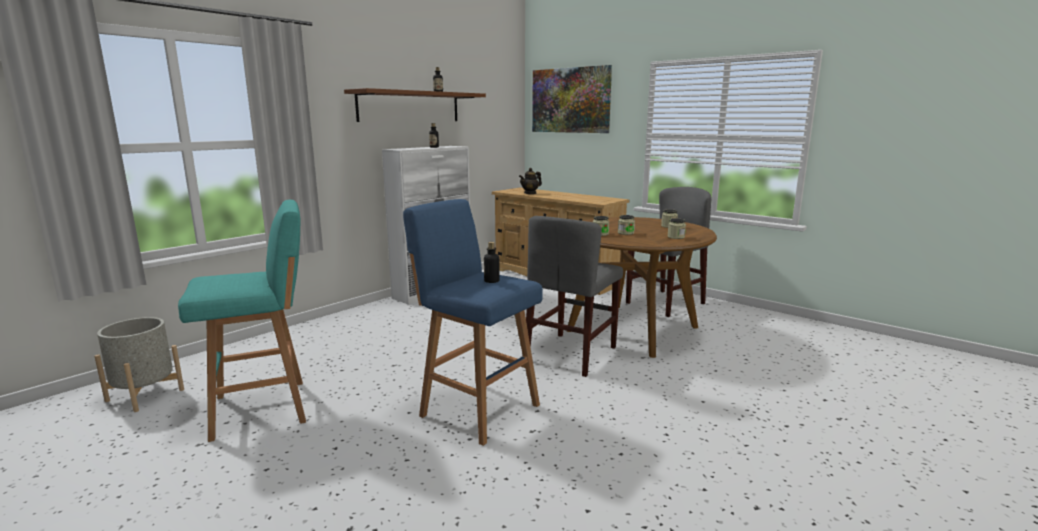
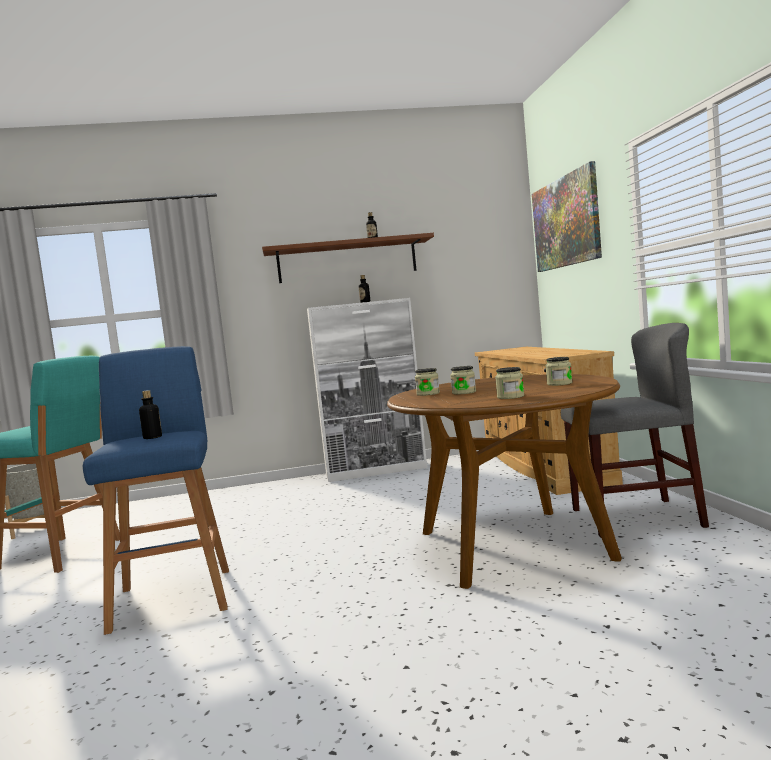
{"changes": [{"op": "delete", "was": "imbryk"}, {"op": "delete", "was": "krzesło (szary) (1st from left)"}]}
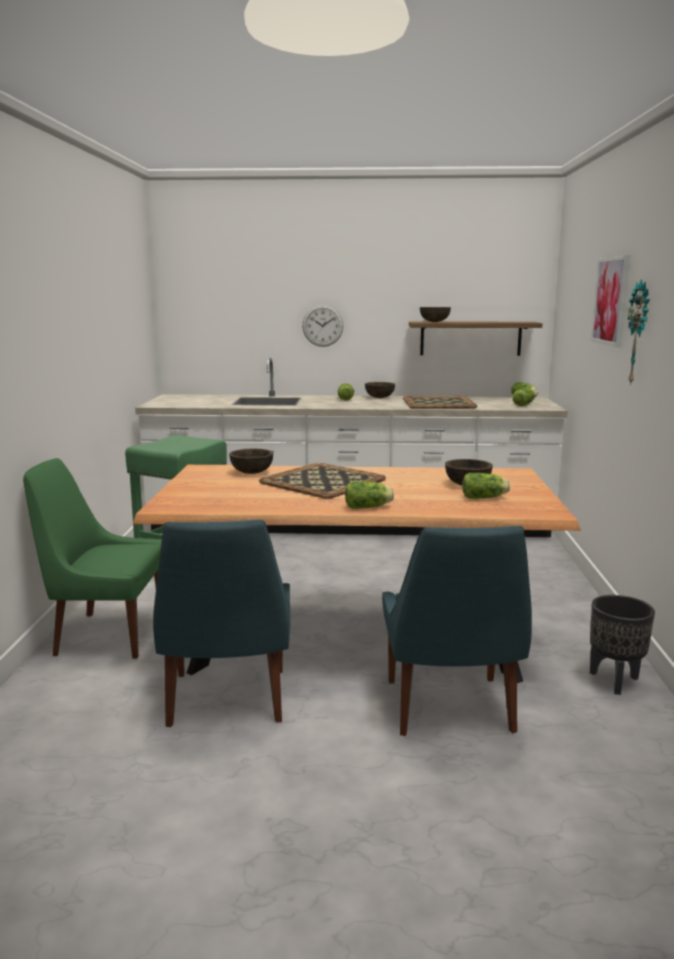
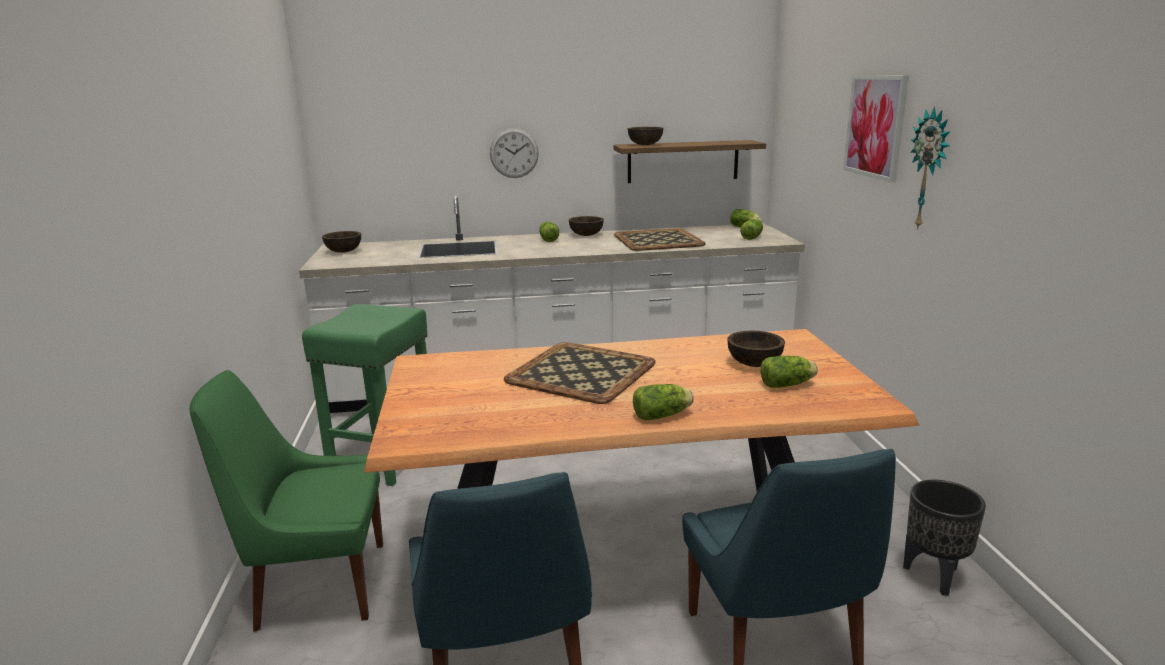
{"changes": [{"op": "move", "was": "miska (brązowy) (1st from left)"}]}
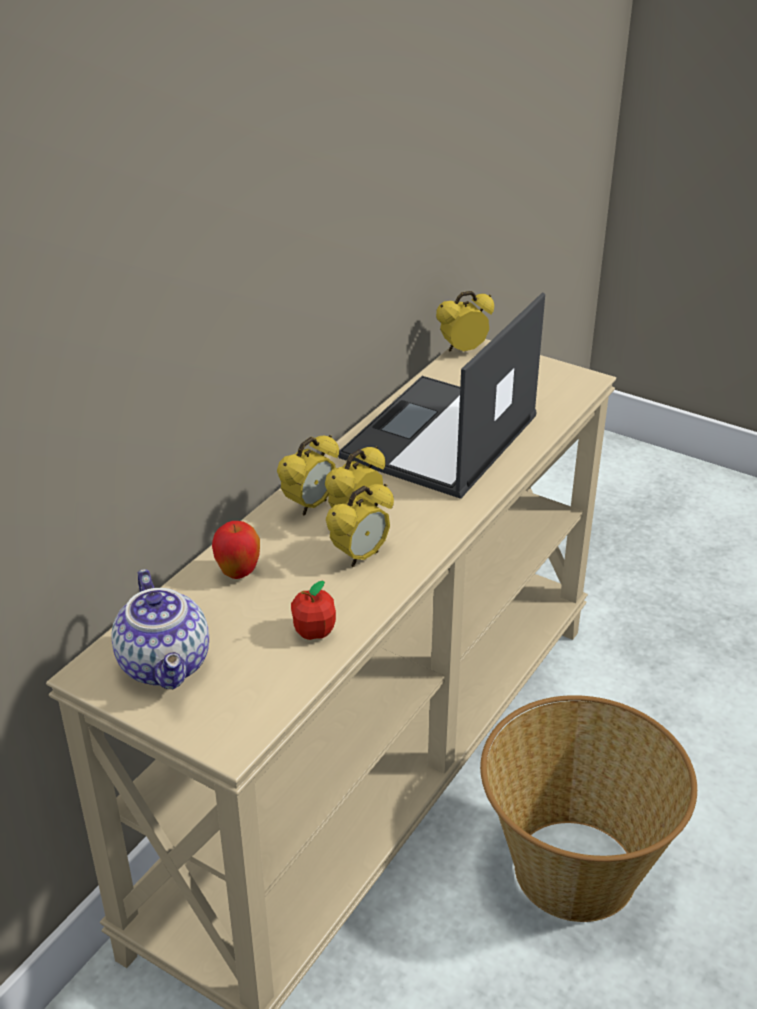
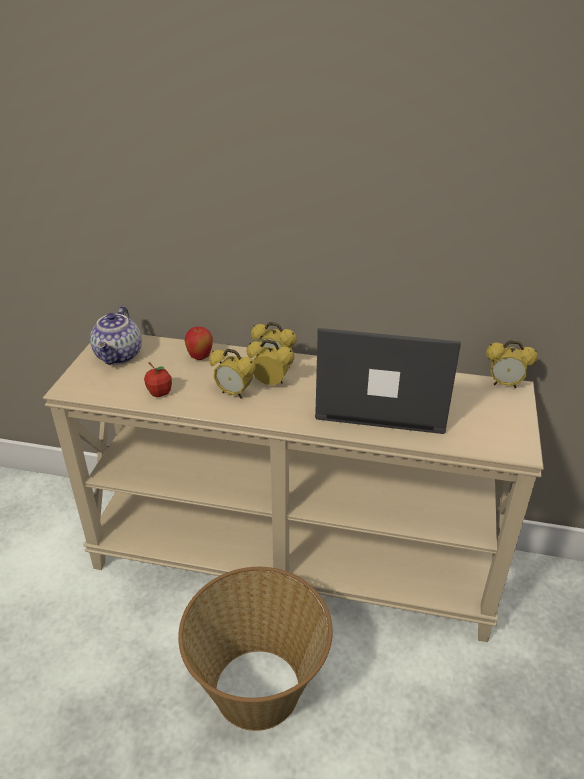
{"changes": [{"op": "rotate", "was": "budzik (4th from left)", "clockwise": 150}, {"op": "rotate", "was": "imbryk", "clockwise": -45}]}
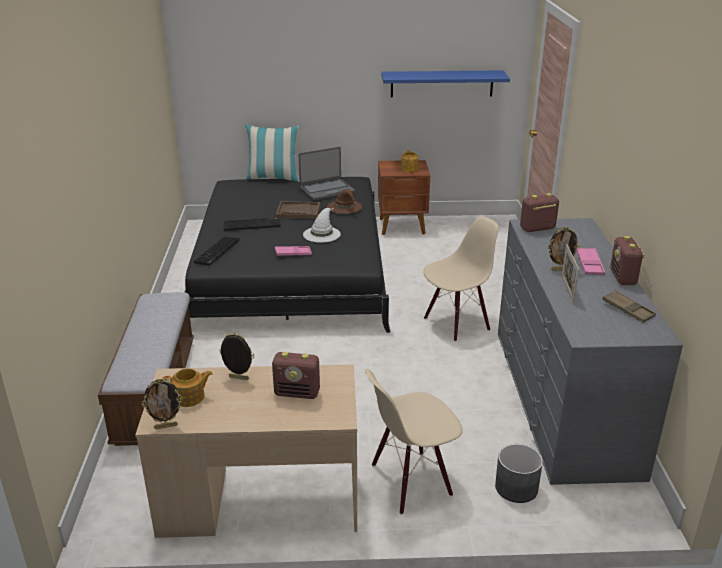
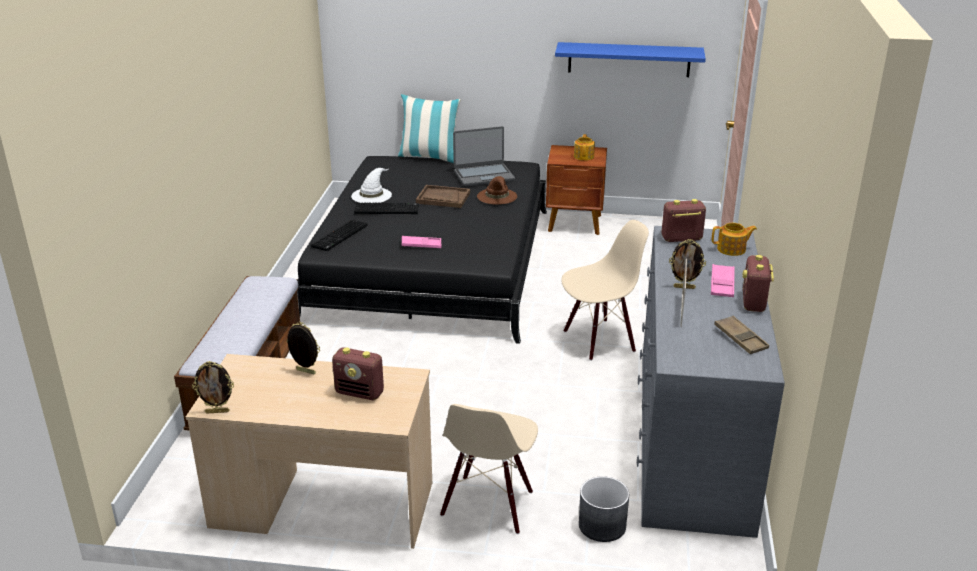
{"changes": [{"op": "move", "was": "kapelusz (biały)"}, {"op": "move", "was": "imbryk (1st from left in the first image)", "now": "imbryk (2nd from left)"}, {"op": "rotate", "was": "krzesło (beżowy) (1st from left)", "clockwise": -60}]}
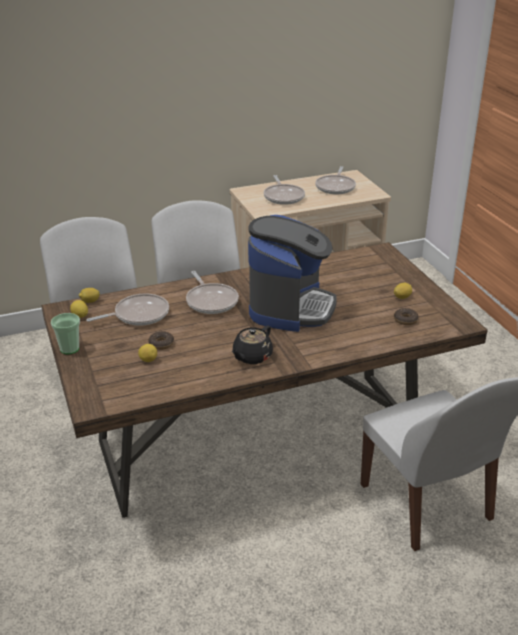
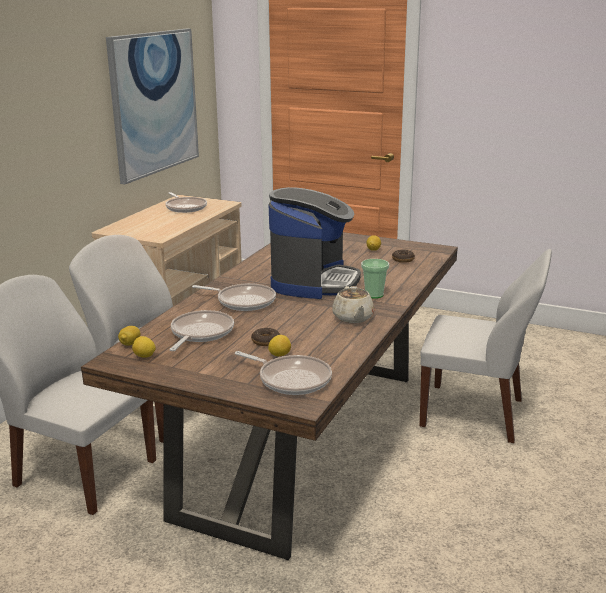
{"changes": [{"op": "move", "was": "patelnia (3rd from left in the first image)", "now": "patelnia (4th from left)"}, {"op": "rotate", "was": "ekspres do kawy", "clockwise": 45}, {"op": "move", "was": "filiżanka"}, {"op": "recolor", "was": "imbryk (czarny)", "now": "imbryk (beżowy)"}, {"op": "insert", "now": "obraz"}]}
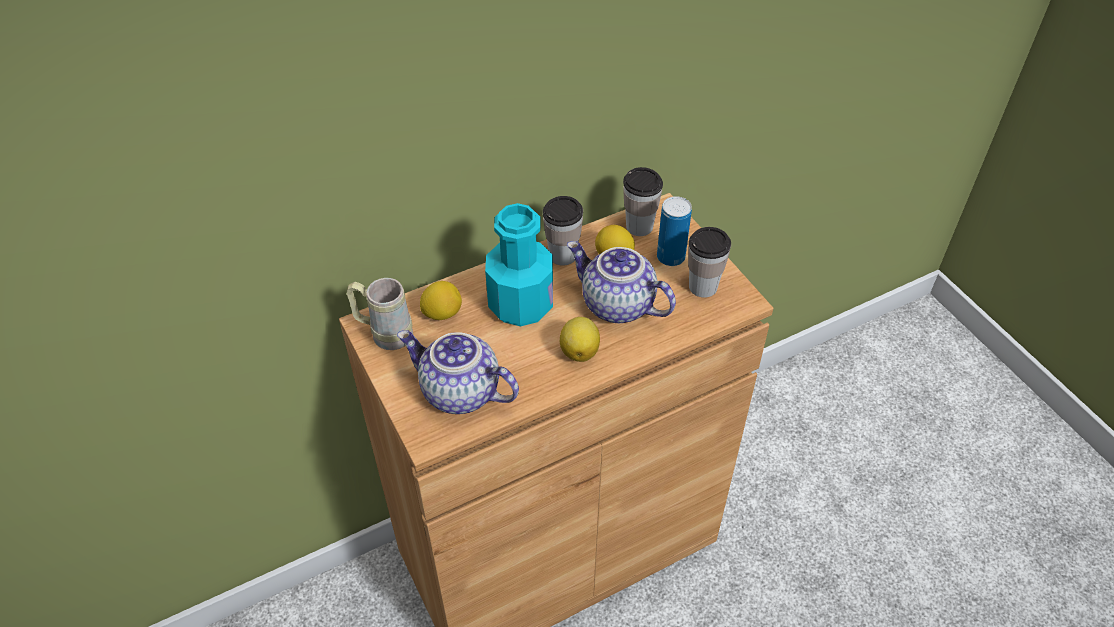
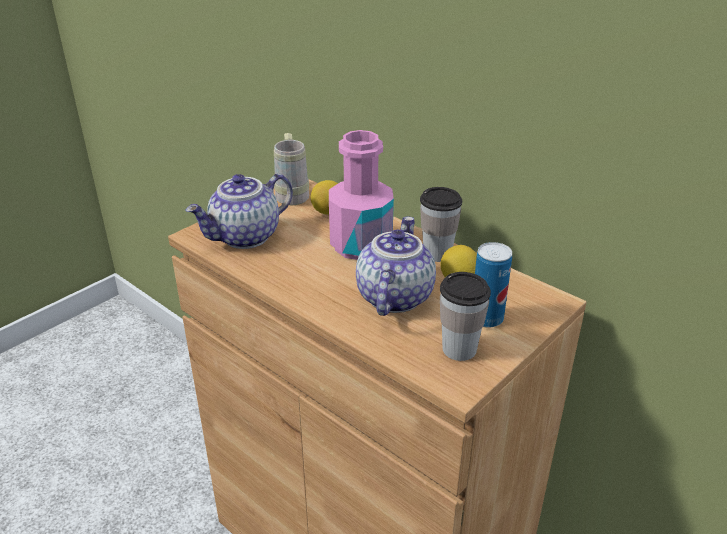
{"changes": [{"op": "delete", "was": "filiżanka (2nd from left)"}, {"op": "recolor", "was": "butelka (turkusowy)", "now": "butelka (różowy)"}, {"op": "delete", "was": "cytryna (2nd from left)"}, {"op": "rotate", "was": "imbryk (1st from left)", "clockwise": -135}]}
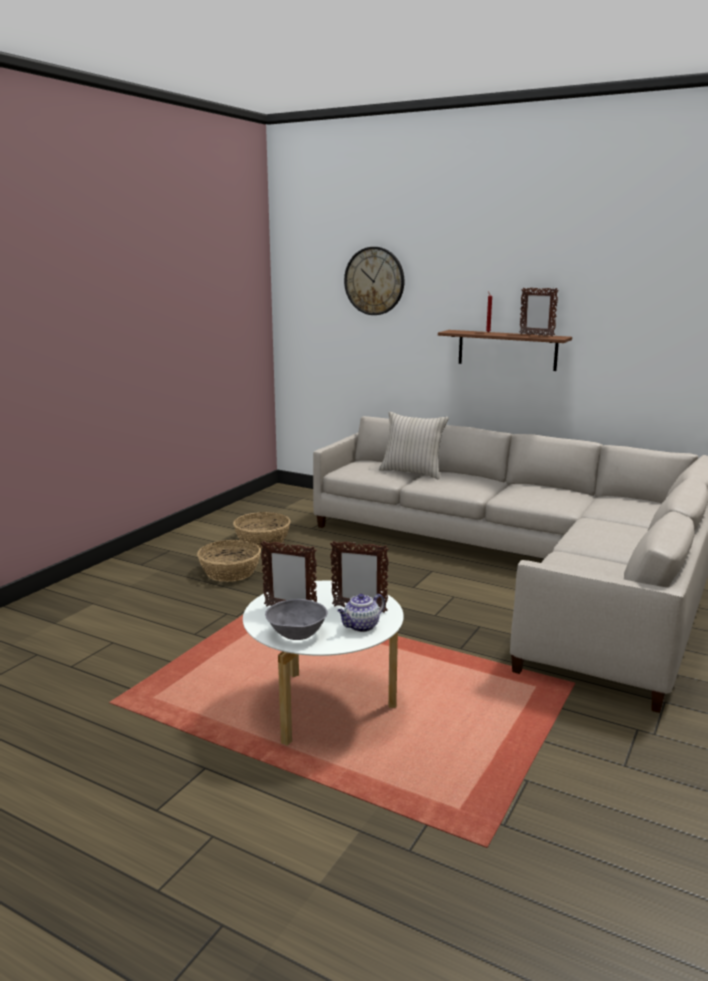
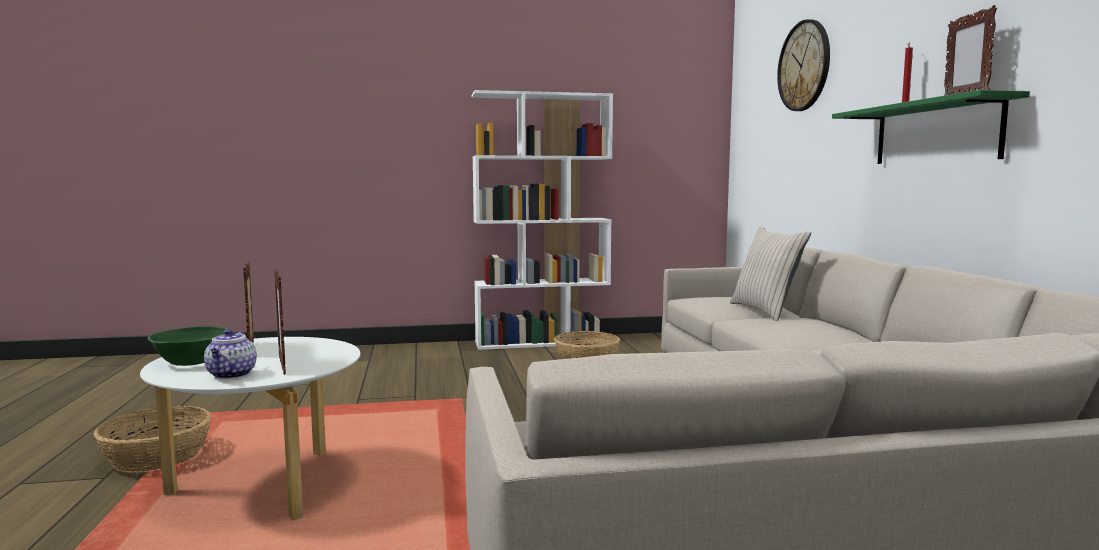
{"changes": [{"op": "recolor", "was": "półka (brązowy)", "now": "półka (zielony)"}, {"op": "move", "was": "koszyk (1st from left)"}, {"op": "rotate", "was": "imbryk", "clockwise": -105}, {"op": "recolor", "was": "miska (szary)", "now": "miska (zielony)"}, {"op": "insert", "now": "regał (biały)"}]}
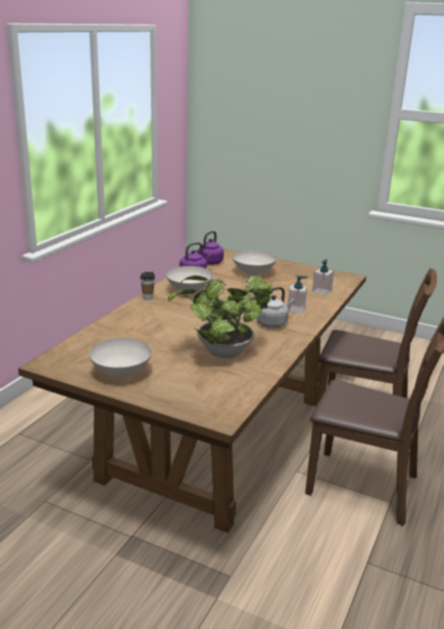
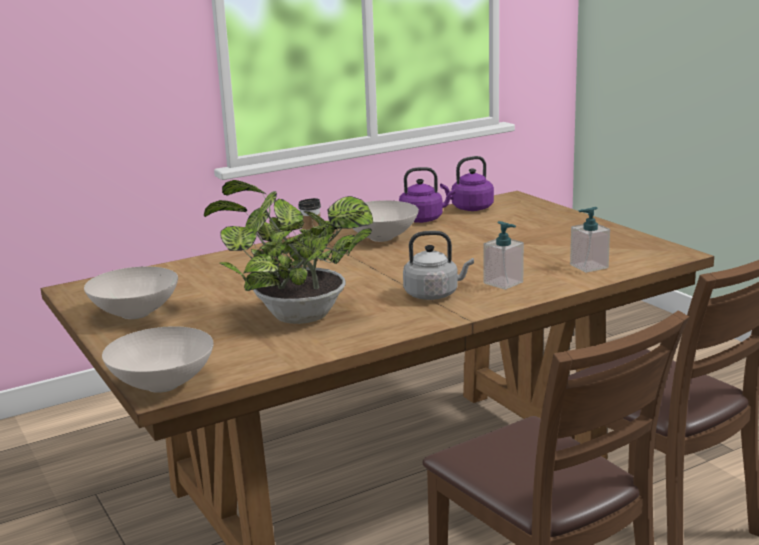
{"changes": [{"op": "move", "was": "miska (biały) (3rd from left in the first image)", "now": "miska (biały) (2nd from left)"}]}
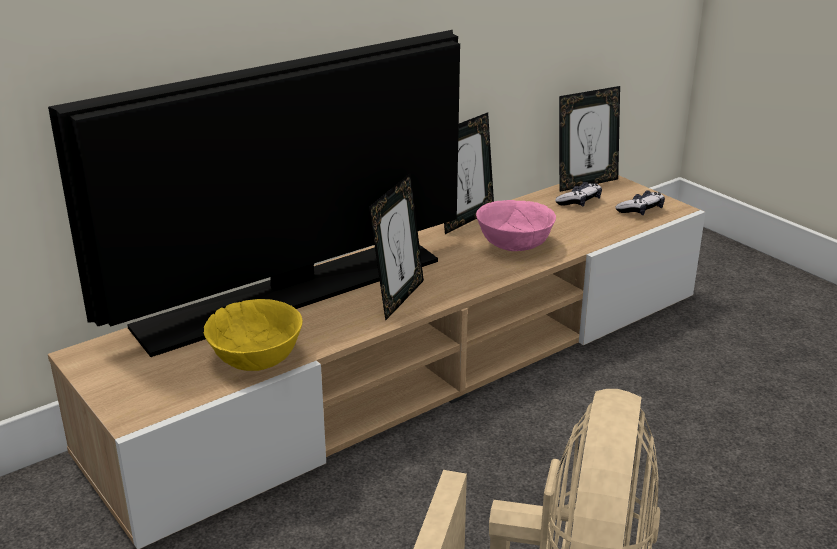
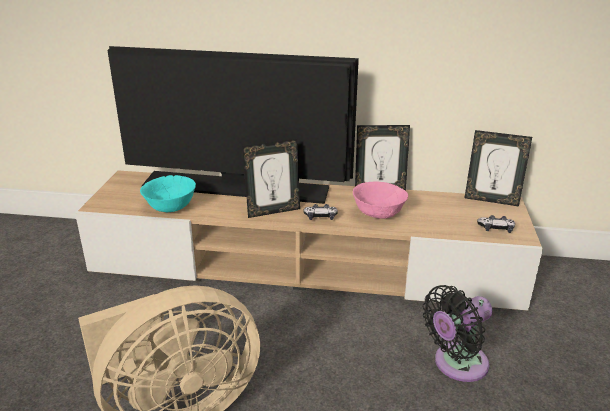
{"changes": [{"op": "move", "was": "pad do gier (1st from left)"}, {"op": "recolor", "was": "miska (żółty)", "now": "miska (turkusowy)"}, {"op": "insert", "now": "wentylator (czarny)"}]}
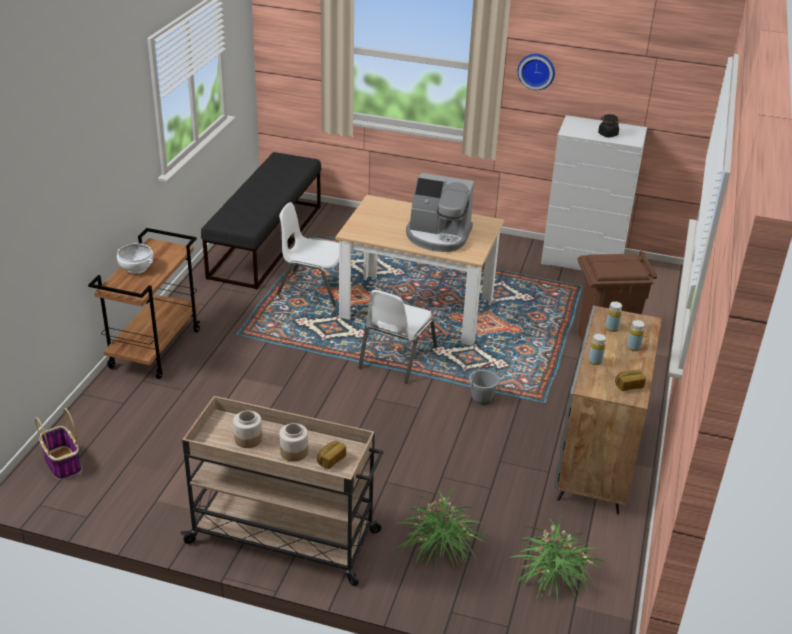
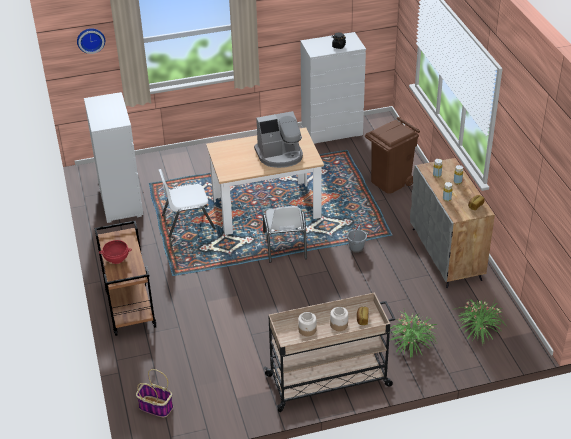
{"changes": [{"op": "move", "was": "zegar ścienny"}, {"op": "replace", "was": "ławka (czarny)", "now": "komoda (biały) (1st from left)"}, {"op": "recolor", "was": "miska (biały)", "now": "miska (czerwony)"}]}
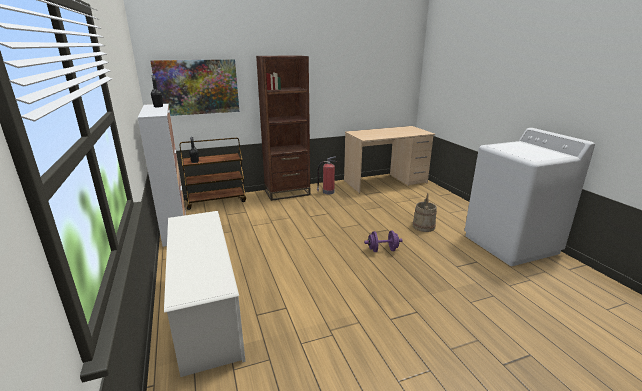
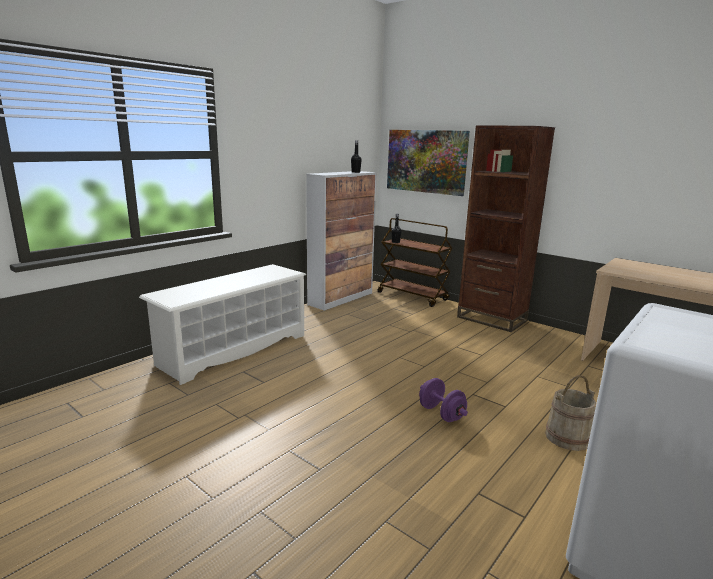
{"changes": [{"op": "delete", "was": "gaśnica"}]}
